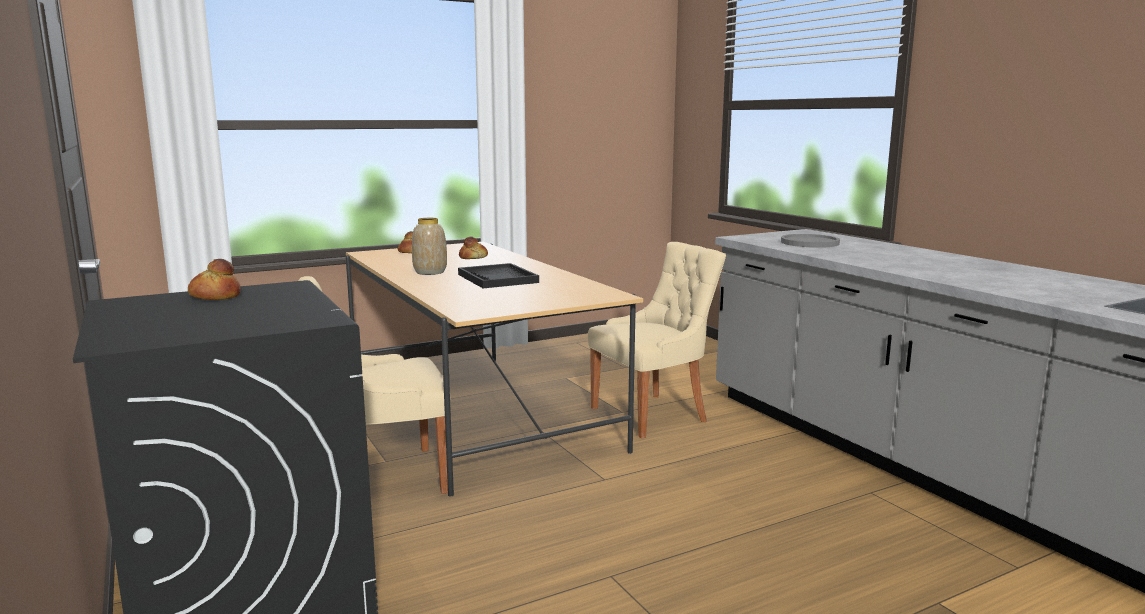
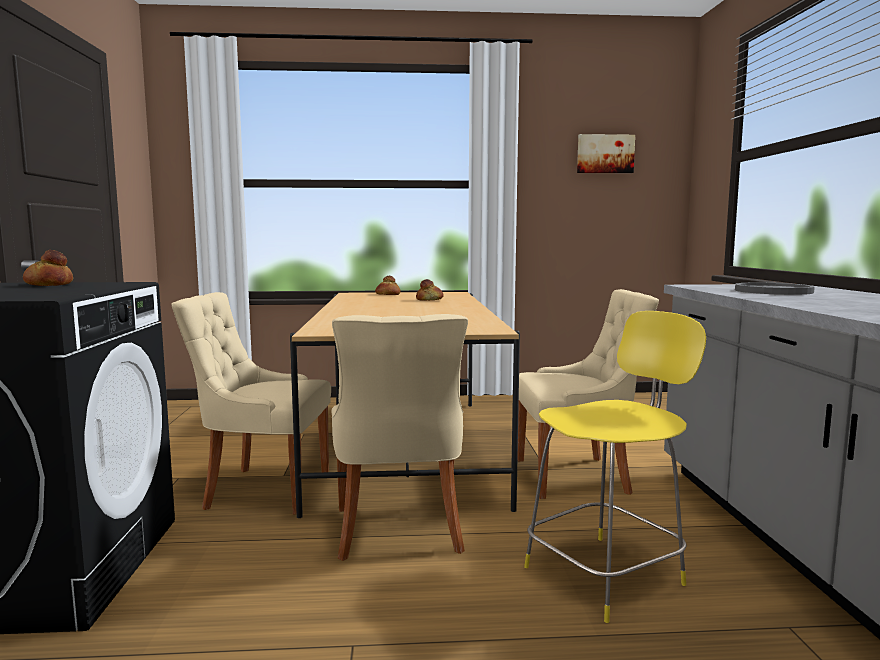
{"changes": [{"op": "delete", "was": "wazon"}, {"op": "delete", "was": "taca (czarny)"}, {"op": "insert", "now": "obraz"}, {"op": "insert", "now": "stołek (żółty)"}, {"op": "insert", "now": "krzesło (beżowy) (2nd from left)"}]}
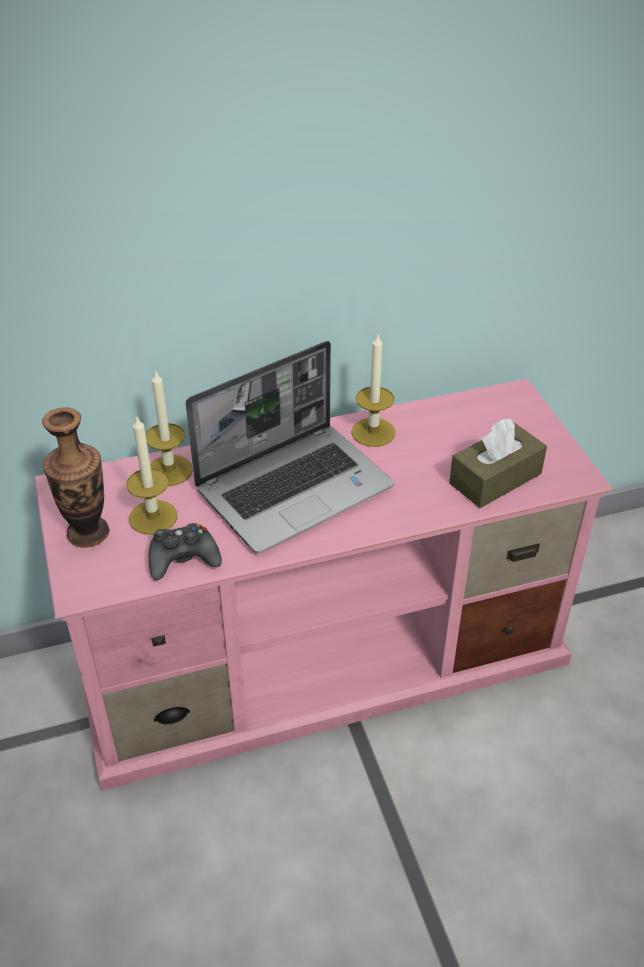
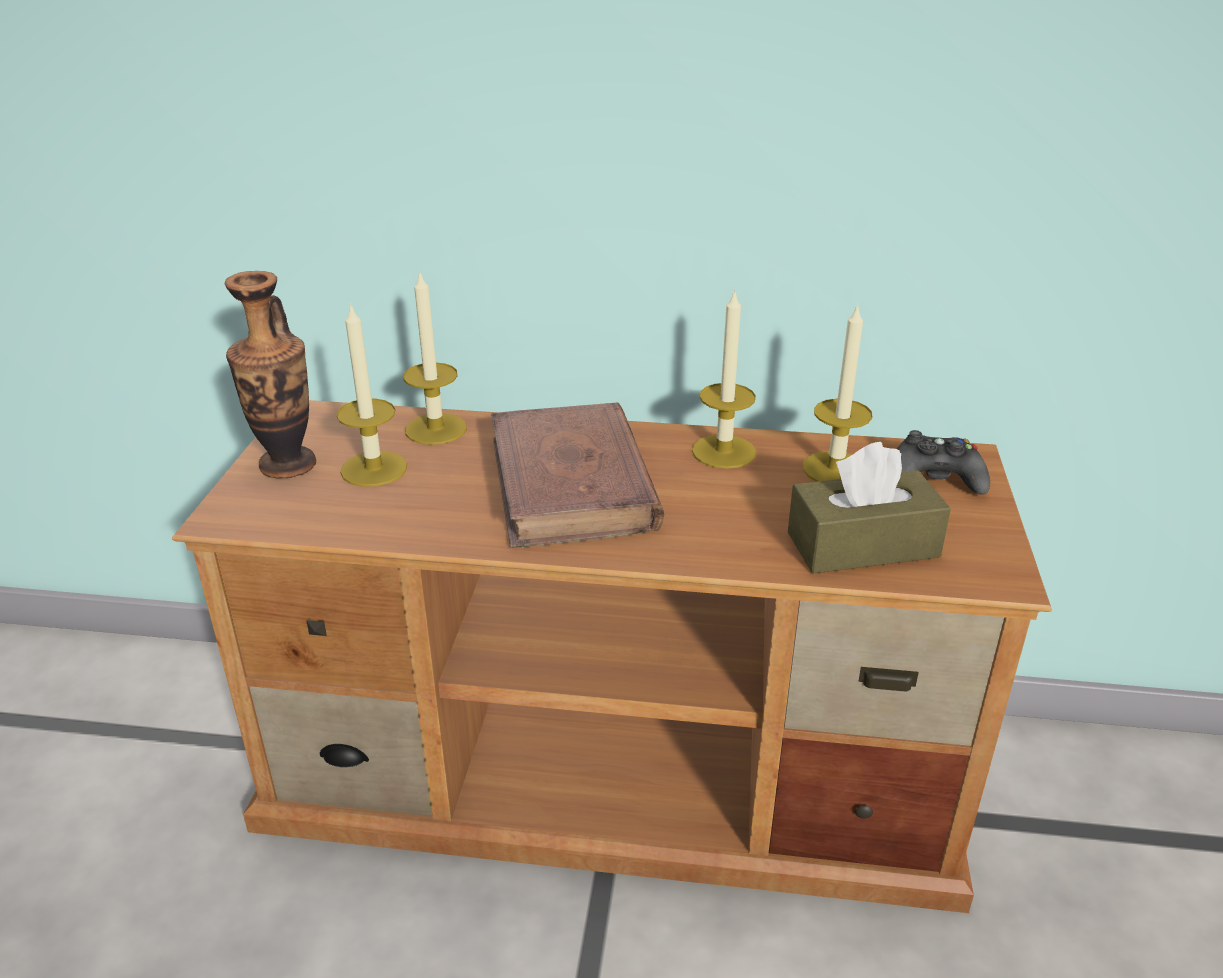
{"changes": [{"op": "replace", "was": "laptop", "now": "książka (brązowy)"}, {"op": "recolor", "was": "szafka pod telewizor (różowy)", "now": "szafka pod telewizor (brązowy)"}, {"op": "move", "was": "pad do gier (czarny)"}, {"op": "insert", "now": "świeca (4th from left)"}]}
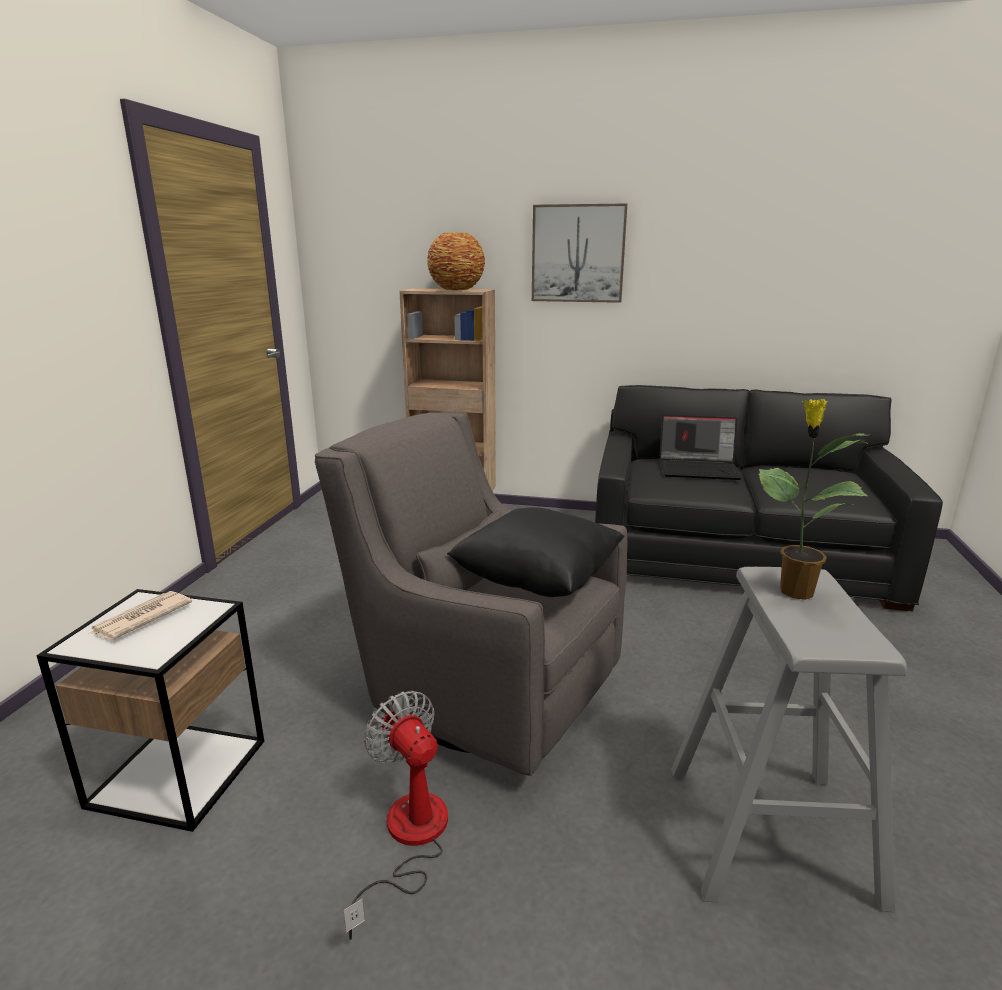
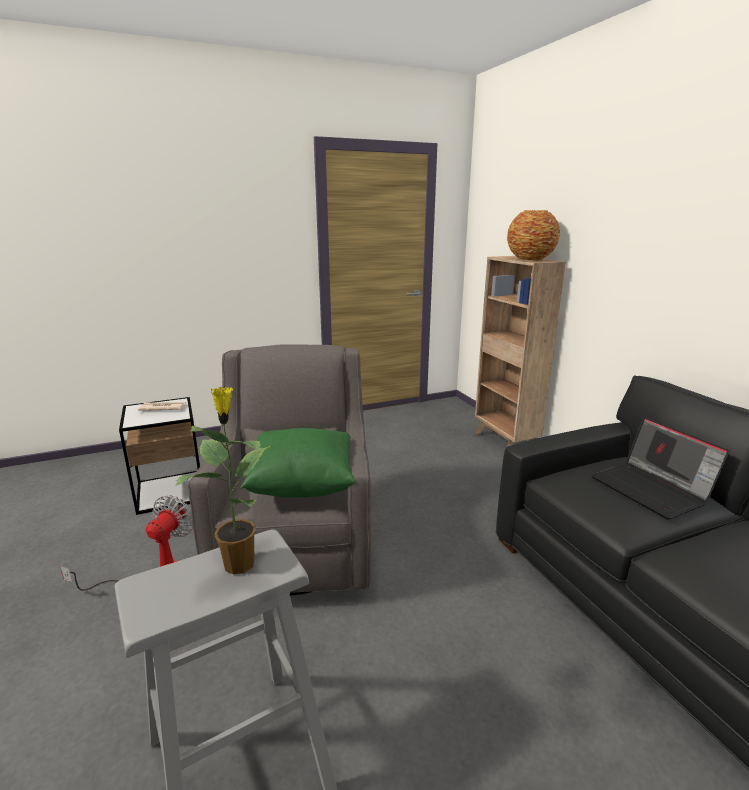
{"changes": [{"op": "delete", "was": "obraz"}, {"op": "recolor", "was": "poduszka (czarny)", "now": "poduszka (zielony)"}]}
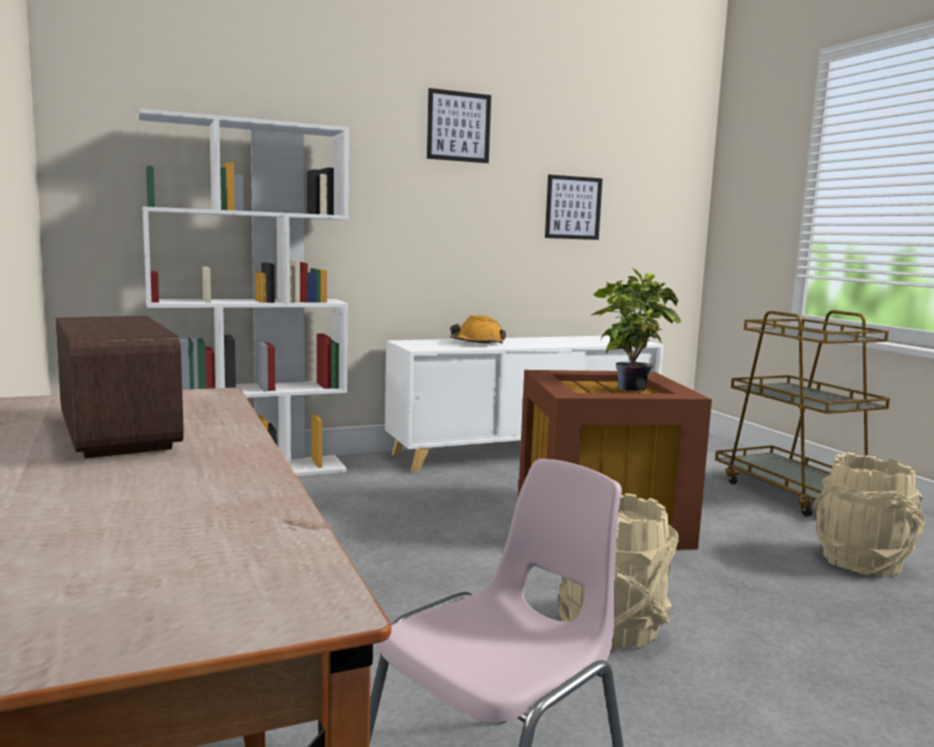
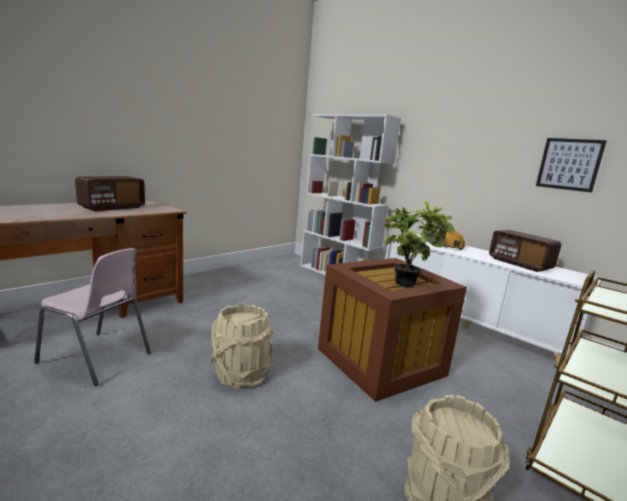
{"changes": [{"op": "delete", "was": "obraz (1st from left)"}, {"op": "insert", "now": "radio (2nd from left)"}]}
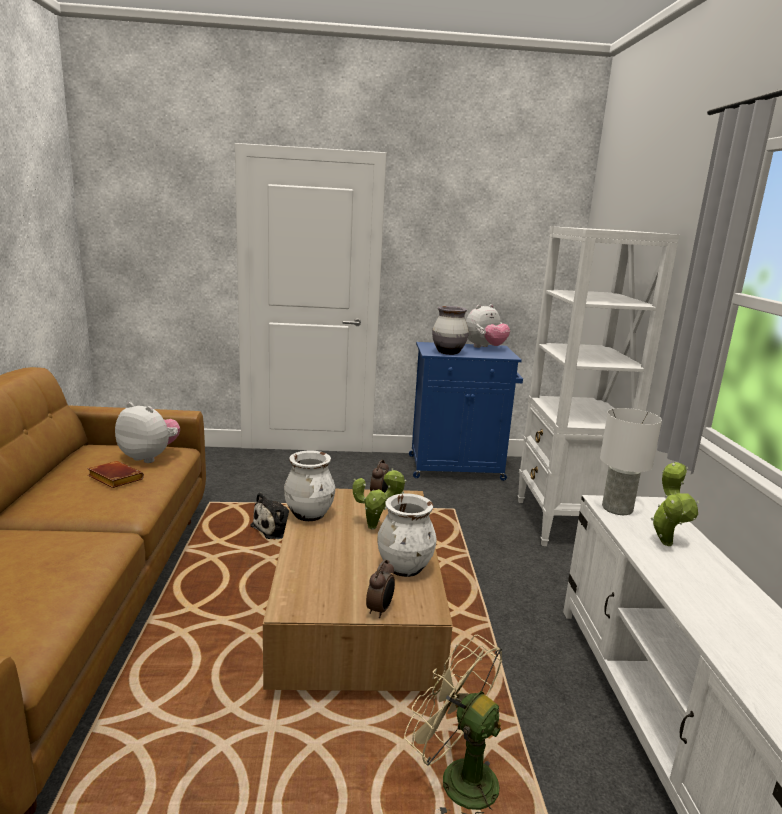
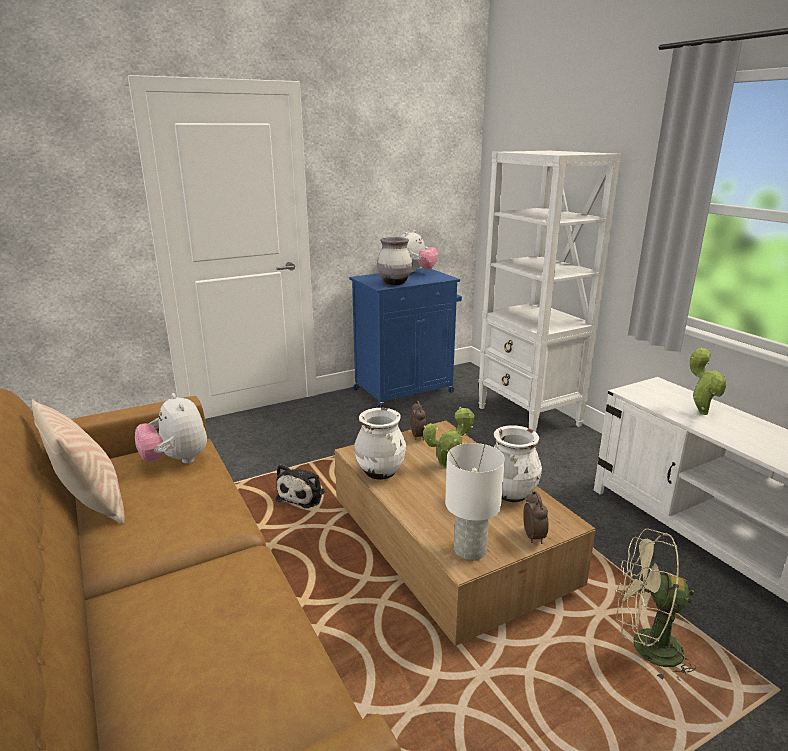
{"changes": [{"op": "rotate", "was": "pluszak (1st from left)", "clockwise": -120}, {"op": "move", "was": "lampa stołowa (biały)"}, {"op": "delete", "was": "książka (brązowy)"}, {"op": "insert", "now": "poduszka (beżowy)"}]}
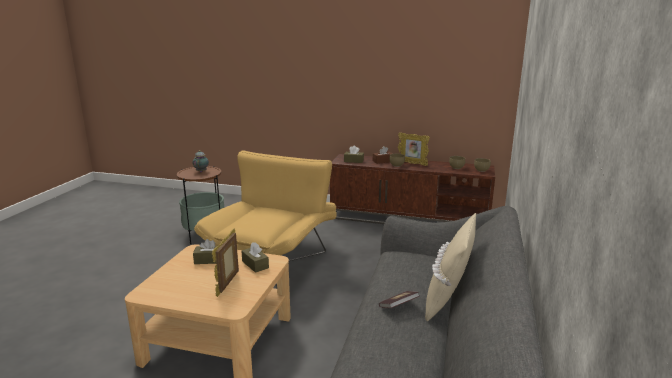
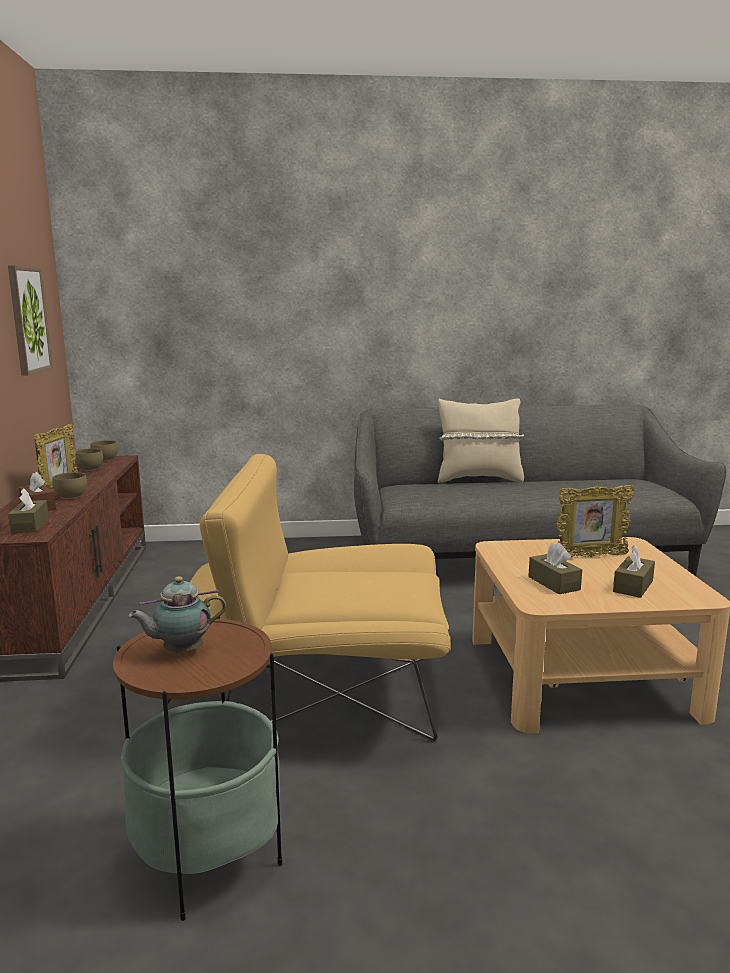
{"changes": [{"op": "move", "was": "pudełko chusteczek (brązowy) (2nd from left in the first image)", "now": "pudełko chusteczek (brązowy) (4th from left)"}, {"op": "delete", "was": "książka"}, {"op": "insert", "now": "obraz"}]}
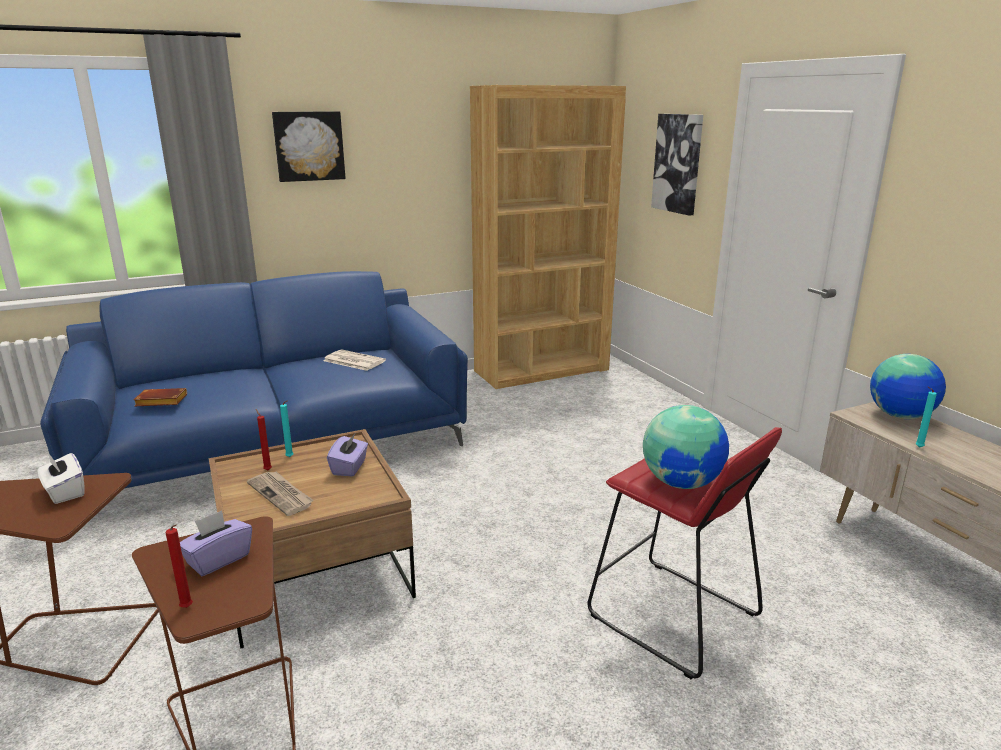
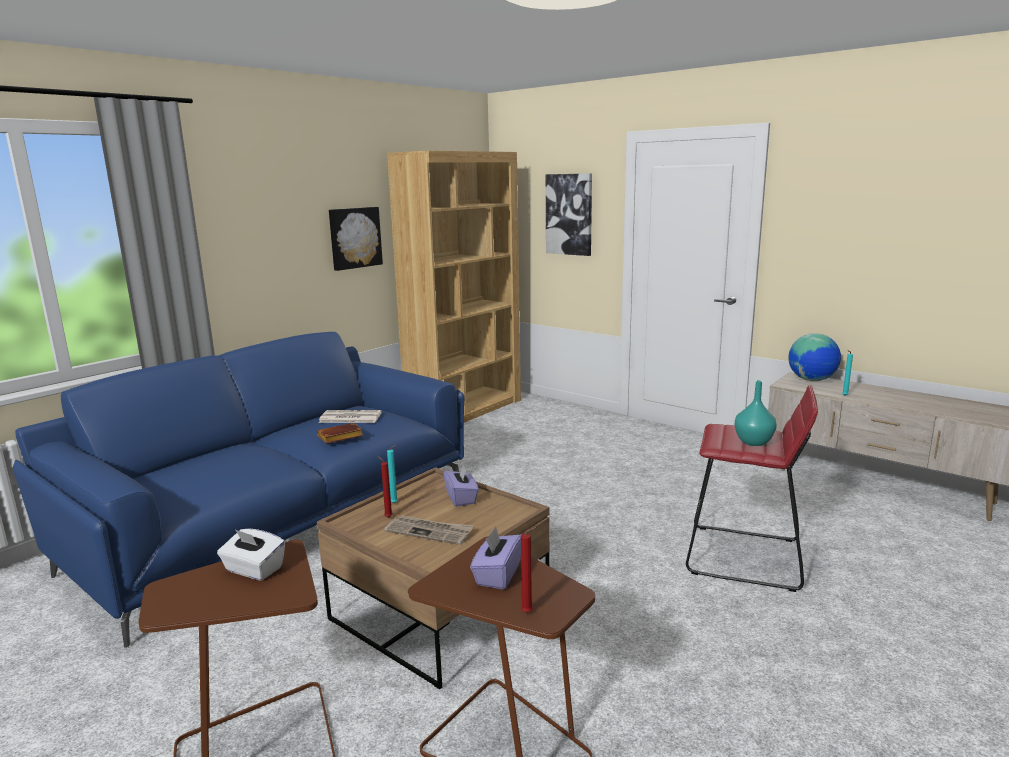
{"changes": [{"op": "move", "was": "obraz (1st from left)"}, {"op": "move", "was": "książka (brązowy)"}, {"op": "replace", "was": "globus (1st from left)", "now": "wazon (turkusowy)"}]}
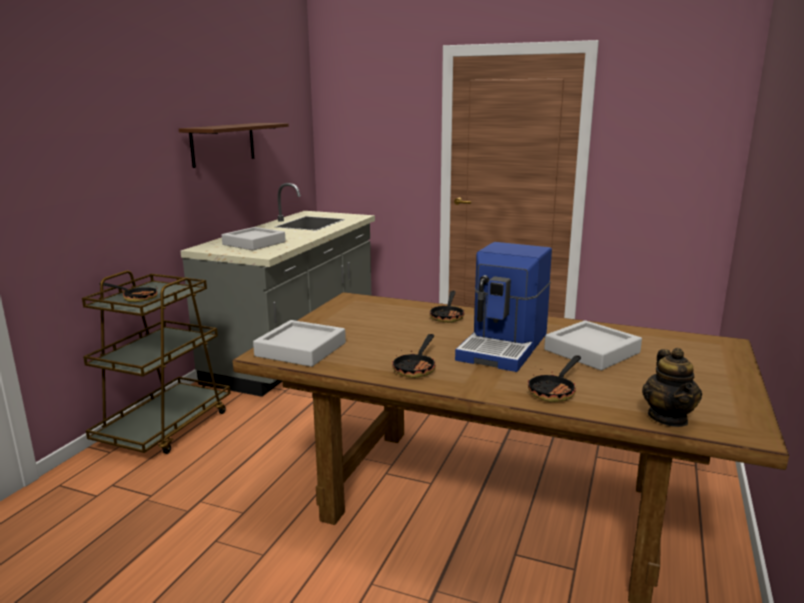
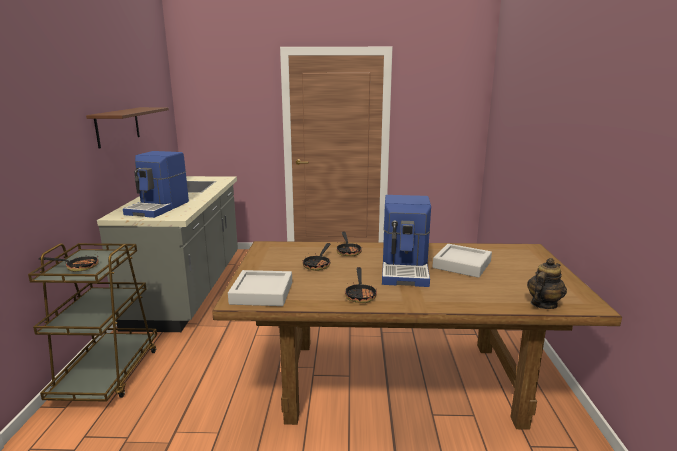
{"changes": [{"op": "replace", "was": "taca (szary) (1st from left)", "now": "ekspres do kawy (1st from left)"}, {"op": "rotate", "was": "imbryk", "clockwise": -120}, {"op": "move", "was": "patelnia (4th from left in the first image)", "now": "patelnia (2nd from left)"}]}
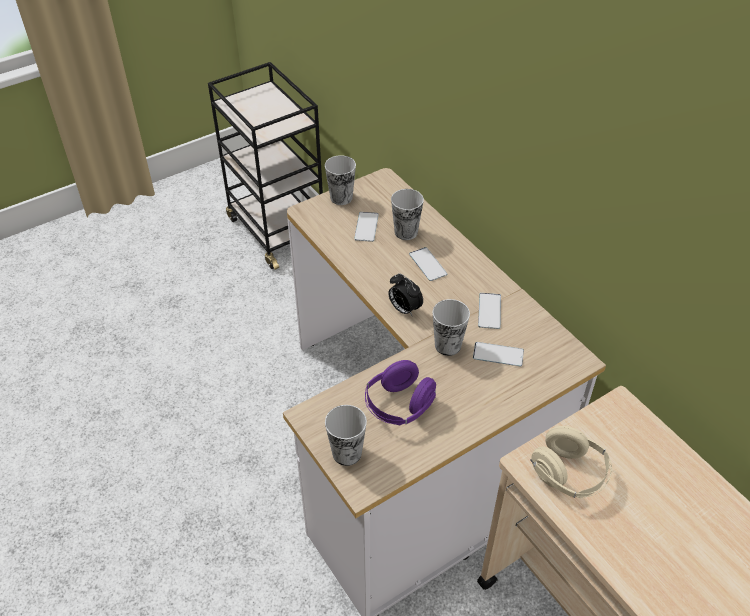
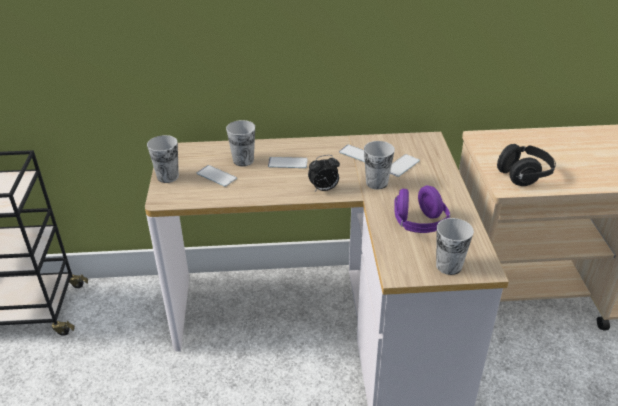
{"changes": [{"op": "recolor", "was": "słuchawki (beżowy)", "now": "słuchawki (czarny)"}]}
